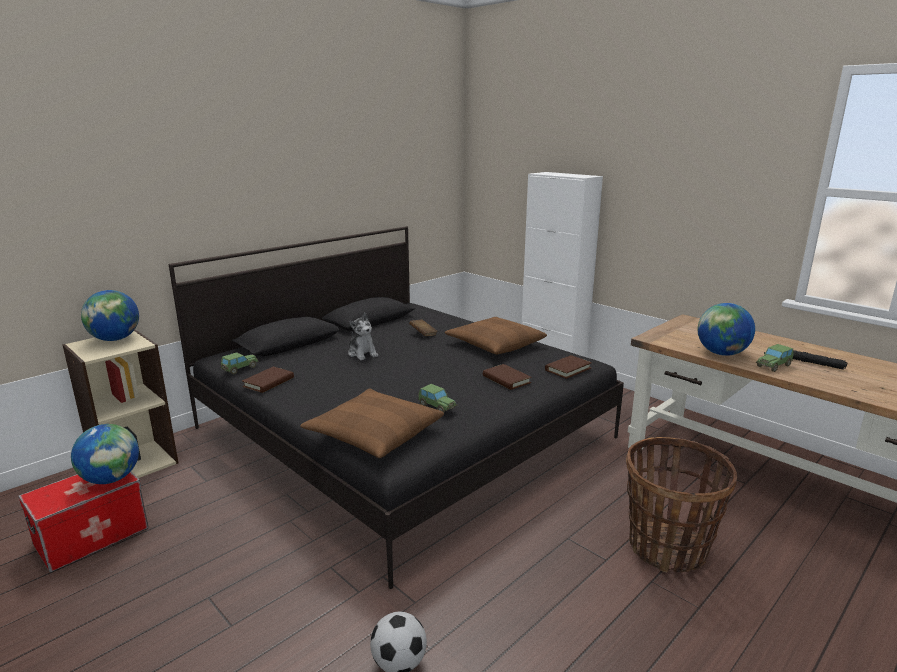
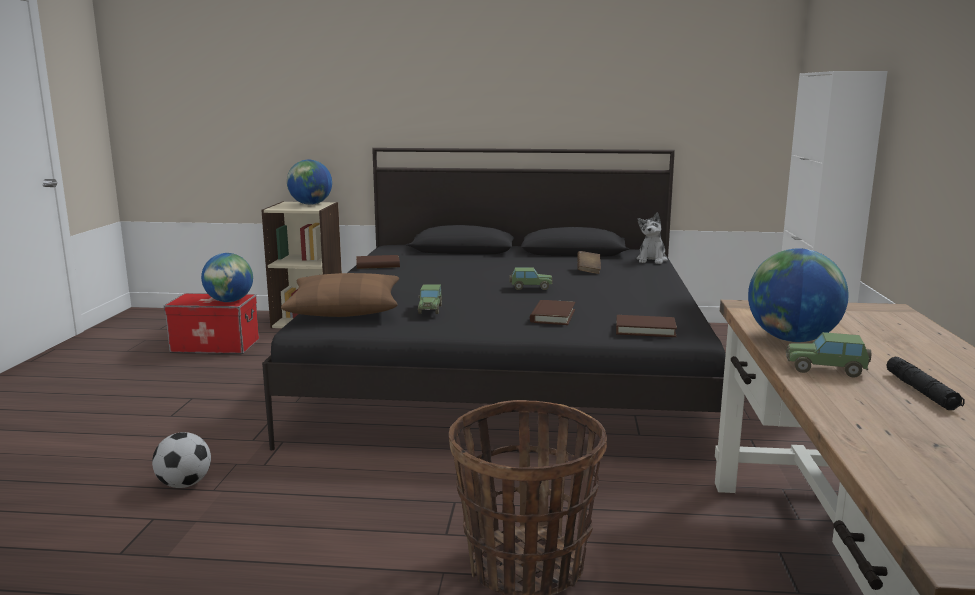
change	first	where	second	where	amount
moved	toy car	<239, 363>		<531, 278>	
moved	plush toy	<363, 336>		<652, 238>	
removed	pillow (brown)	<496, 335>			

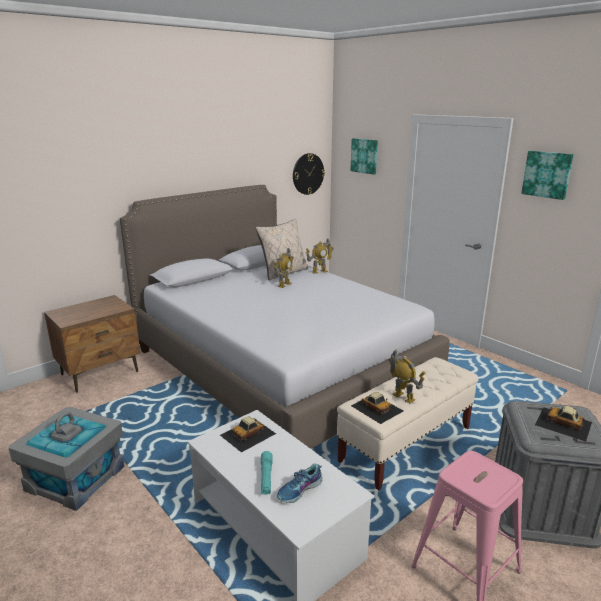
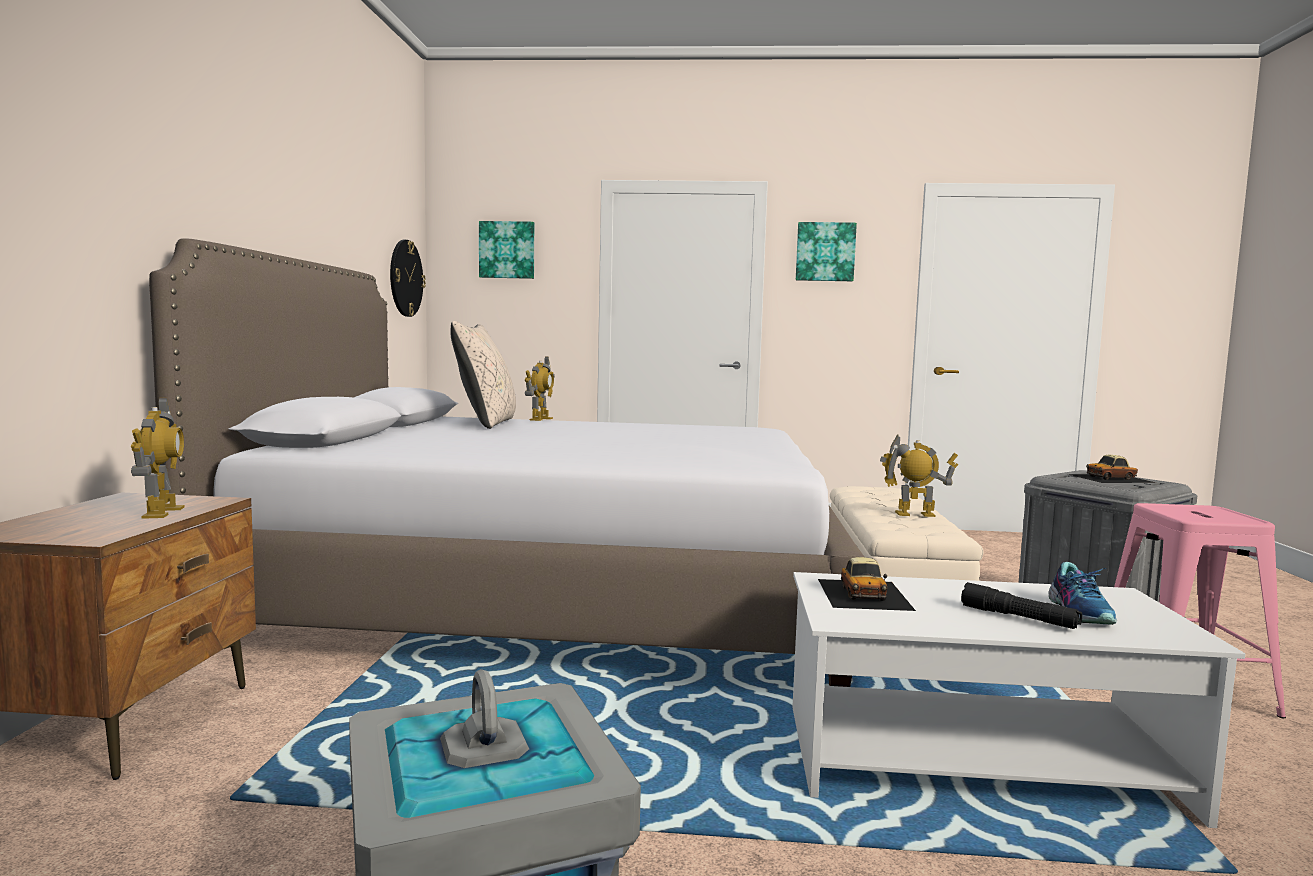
change	first	where	second	where	amount
moved	toy robot	<284, 268>		<158, 458>	
recoloured	flashlight (turquoise)	<267, 473>	flashlight (black)	<1021, 605>	
removed	toy car	<377, 408>			

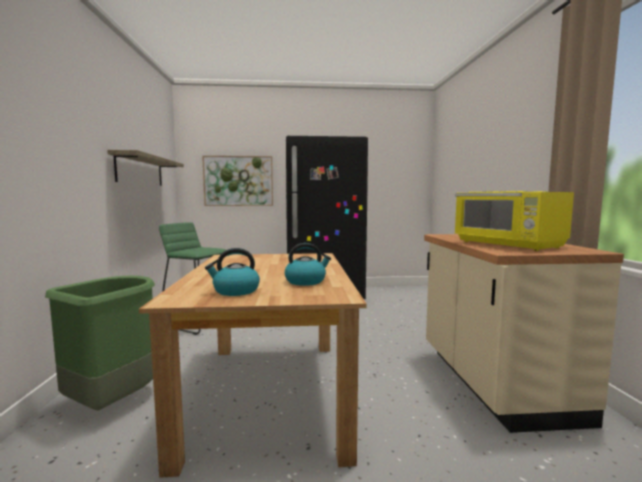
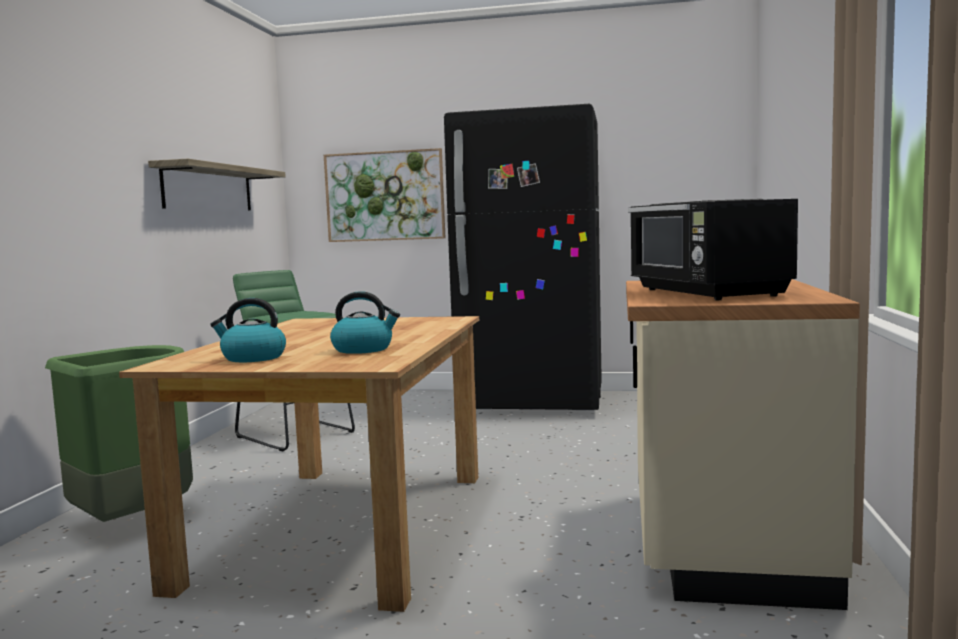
change	first	where	second	where	amount
recoloured	microwave (yellow)	<514, 221>	microwave (black)	<713, 249>	

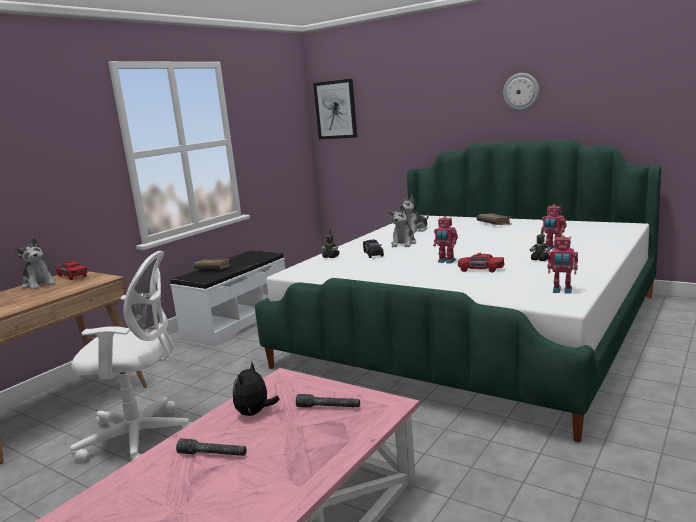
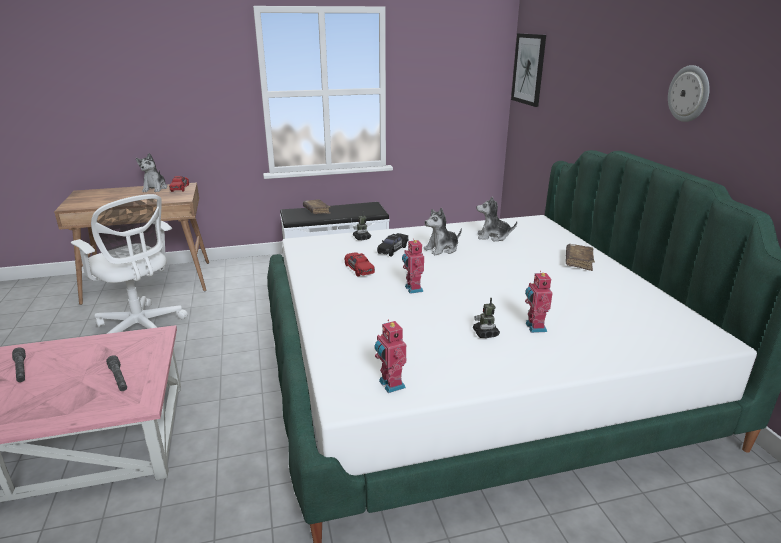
change	first	where	second	where	amount
moved	toy car (red)	<481, 263>		<359, 265>	
removed	plush toy	<256, 389>			

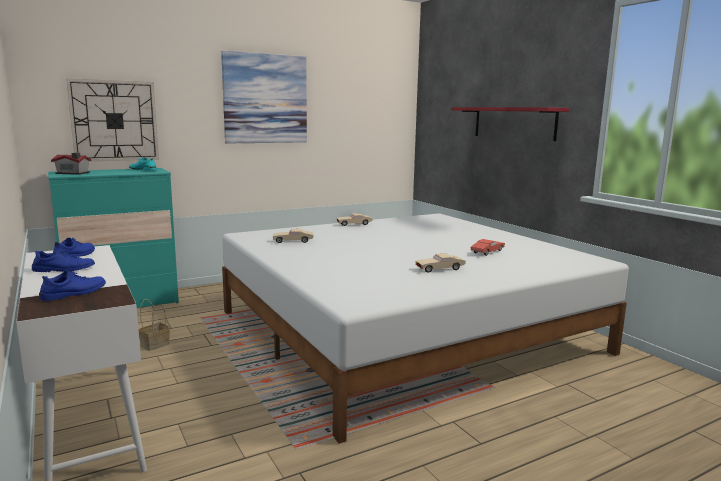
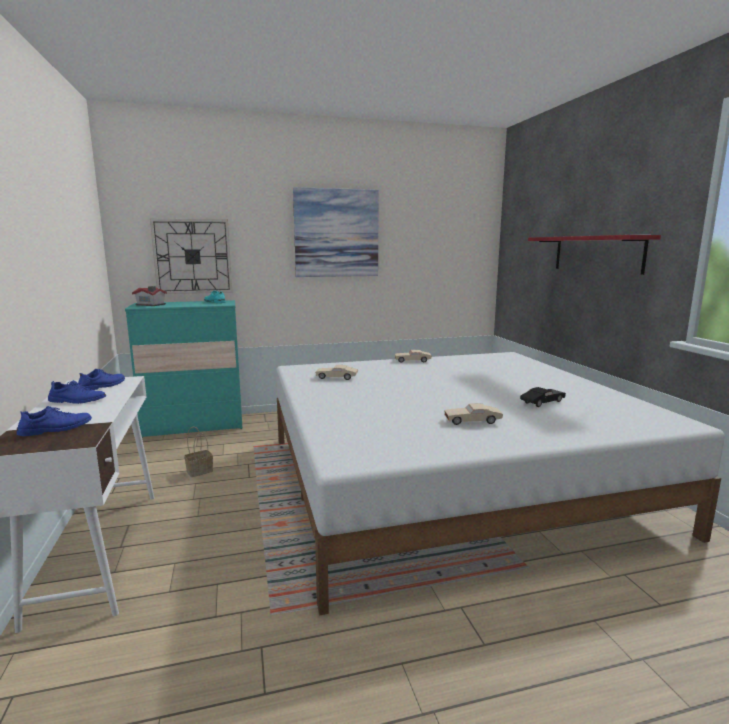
change	first	where	second	where	amount
recoloured	toy car (red)	<488, 247>	toy car (black)	<543, 397>	

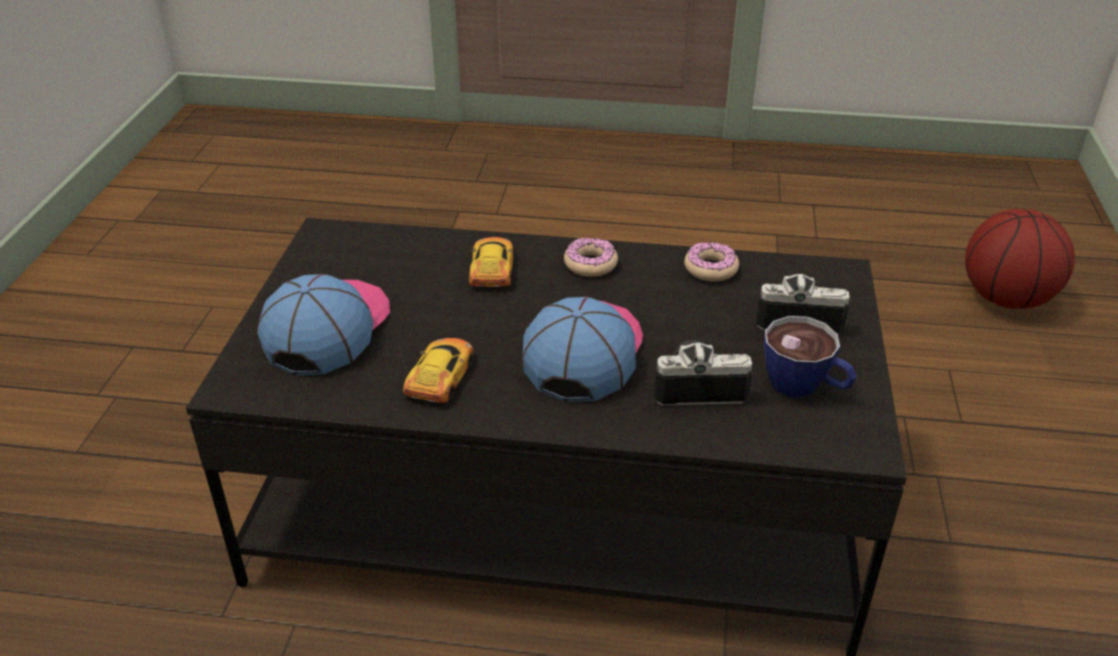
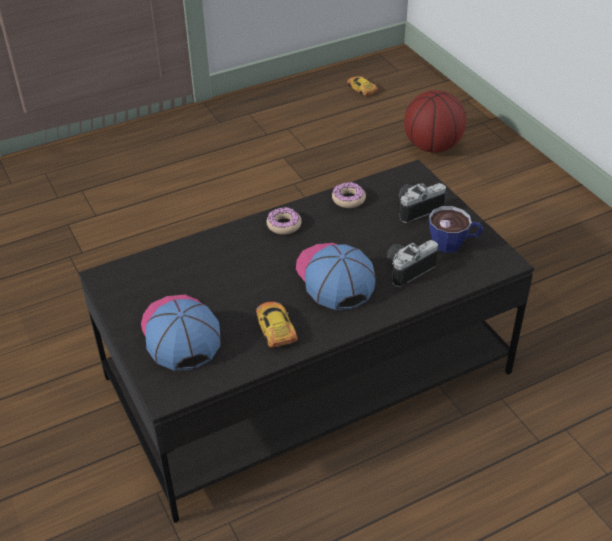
change	first	where	second	where	amount
moved	toy car	<491, 262>		<362, 86>	

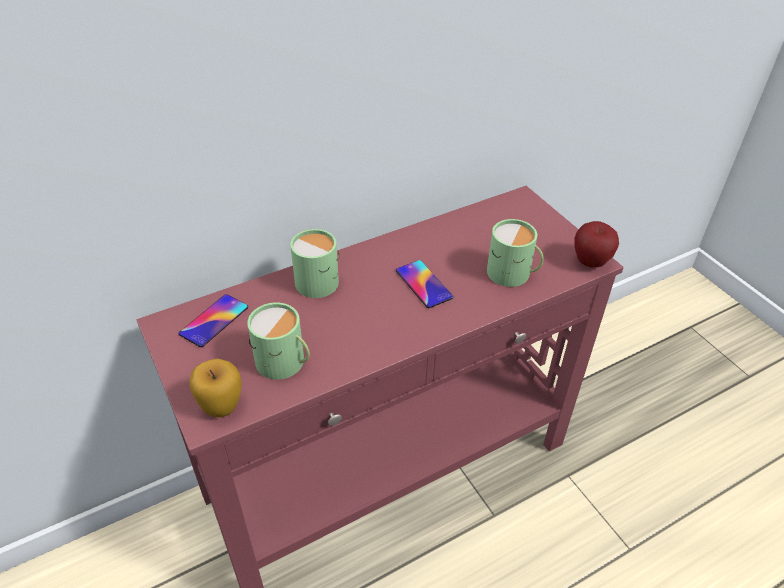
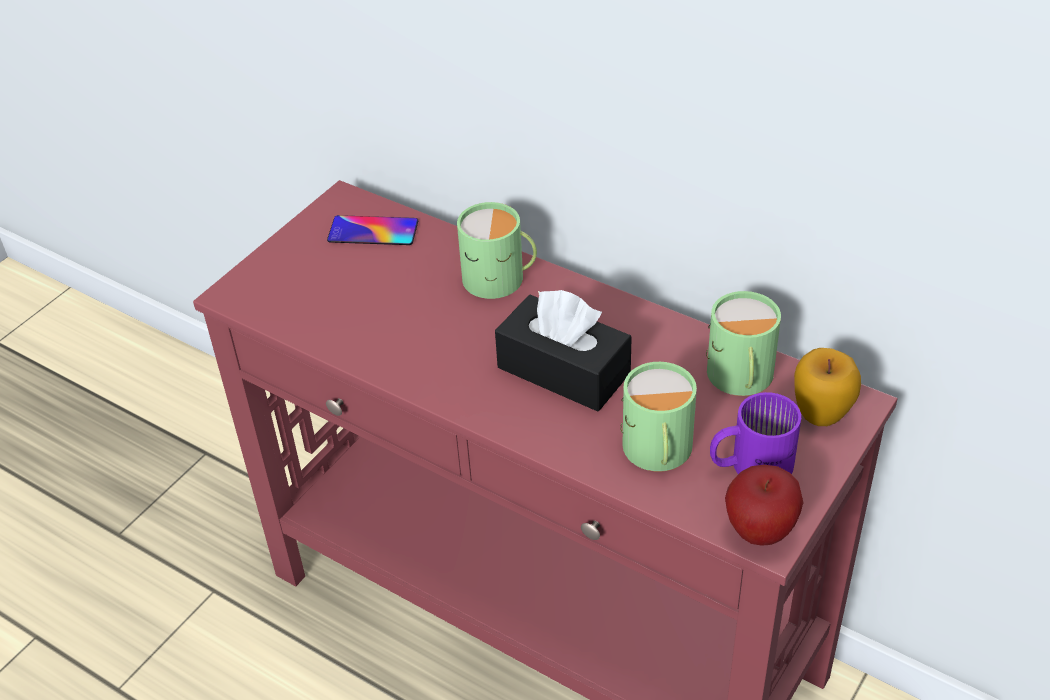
change	first	where	second	where	amount
replaced	phone	<424, 284>	tissue box (black)	<563, 350>	
moved	mug (green)	<278, 341>		<743, 343>	
added			mug (purple)	<755, 433>	
moved	apple	<216, 387>		<827, 387>	

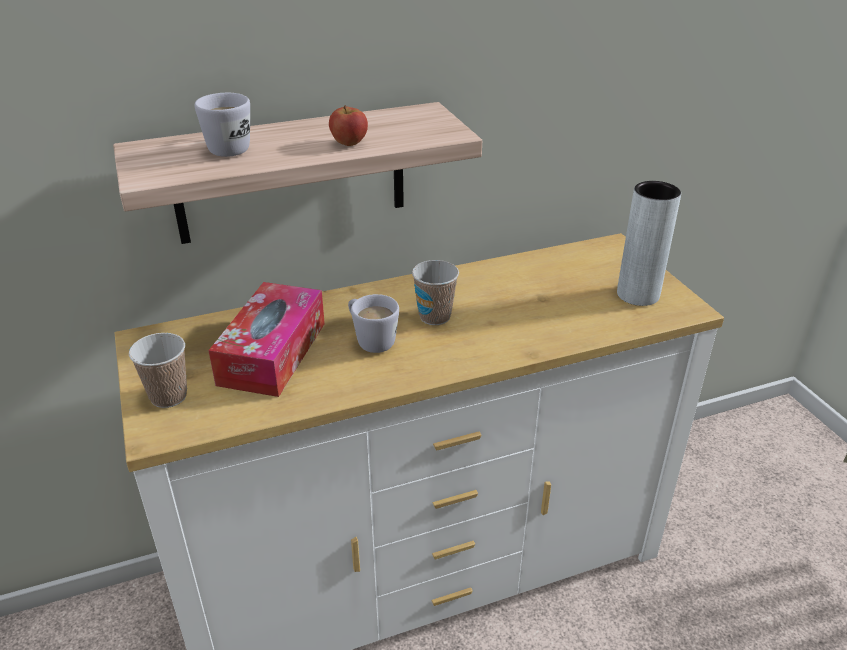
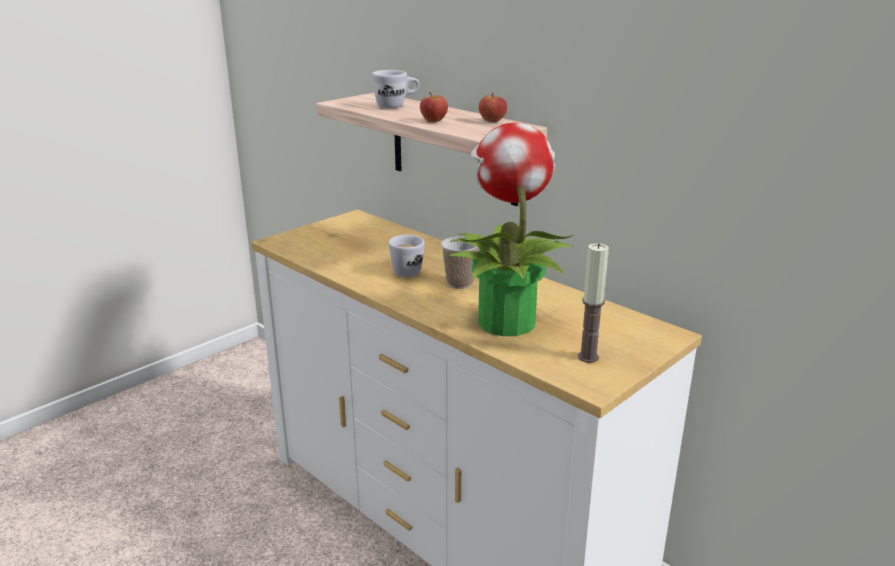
change	first	where	second	where	amount
added			potted plant	<511, 229>	
added			apple	<493, 107>	
replaced	vase (grey)	<649, 243>	candle	<593, 303>	
removed	cup	<158, 370>			
removed	tissue box	<267, 339>			

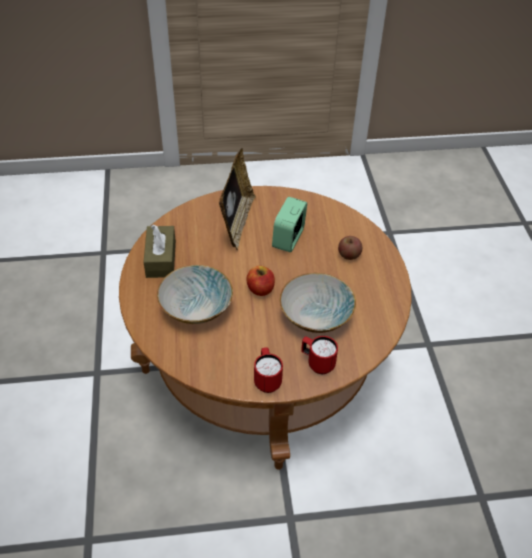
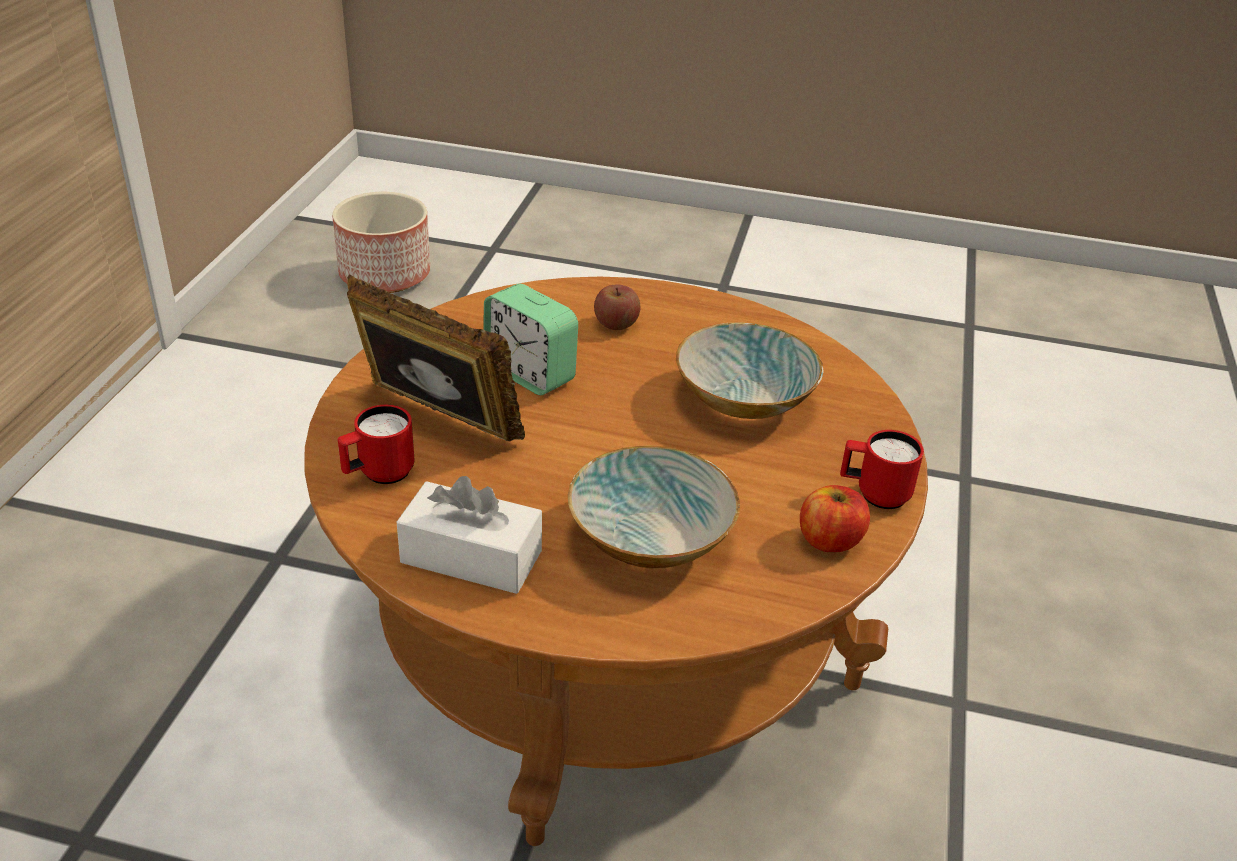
change	first	where	second	where	amount
added			planter	<381, 242>	
moved	mug (red)	<319, 355>		<376, 444>	
recoloured	tissue box (brown)	<160, 251>	tissue box (white)	<469, 535>	
moved	apple	<261, 281>		<835, 519>	

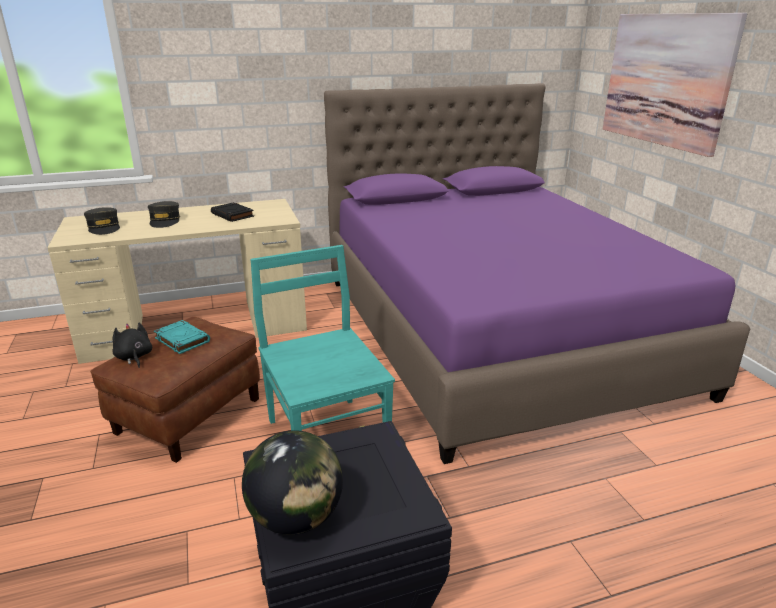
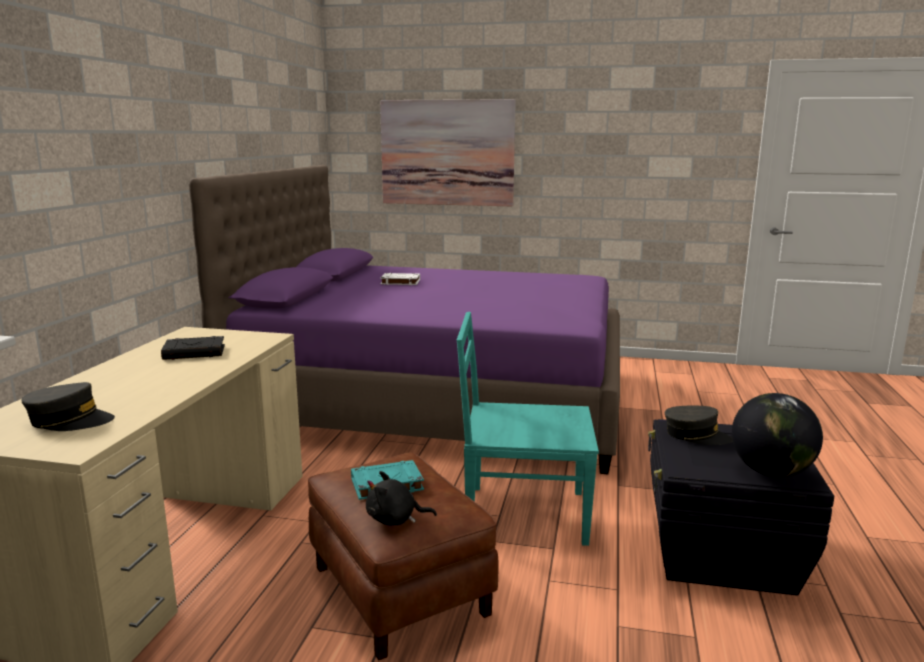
change	first	where	second	where	amount
added			book (white)	<400, 279>	
moved	cap (grey)	<164, 214>		<699, 425>	

